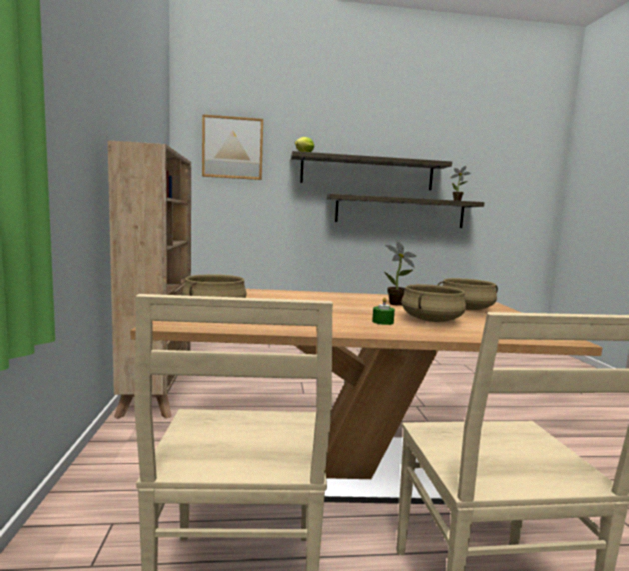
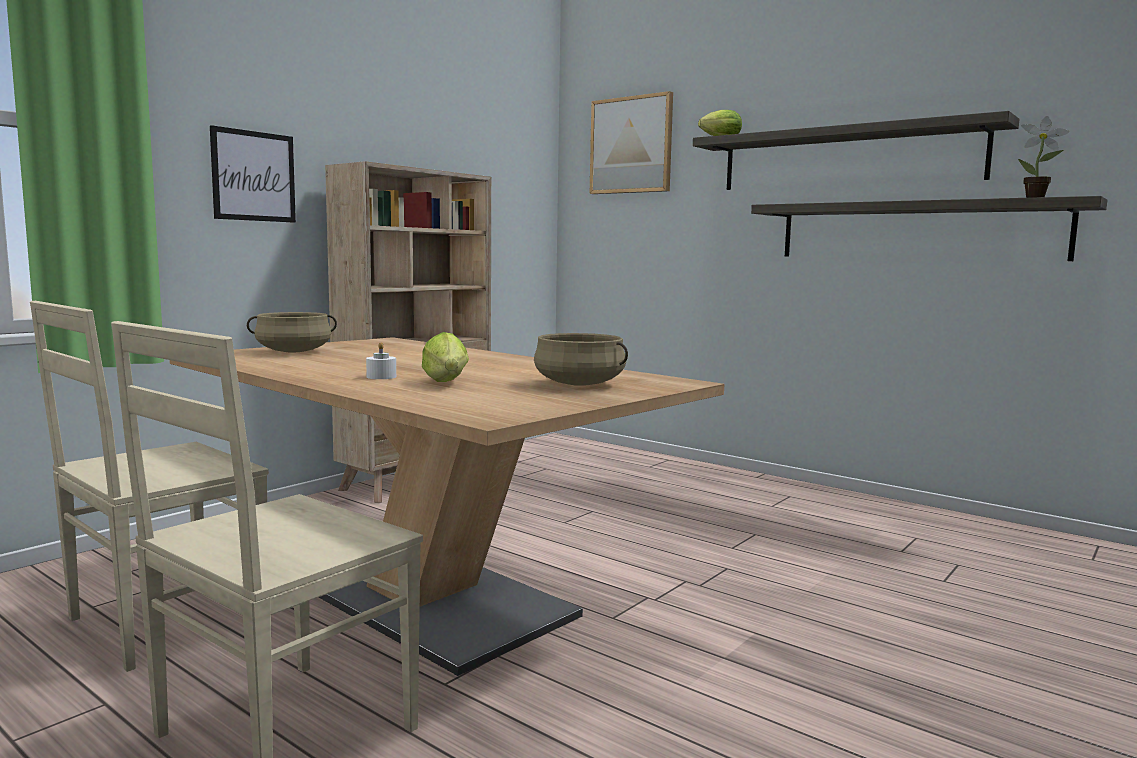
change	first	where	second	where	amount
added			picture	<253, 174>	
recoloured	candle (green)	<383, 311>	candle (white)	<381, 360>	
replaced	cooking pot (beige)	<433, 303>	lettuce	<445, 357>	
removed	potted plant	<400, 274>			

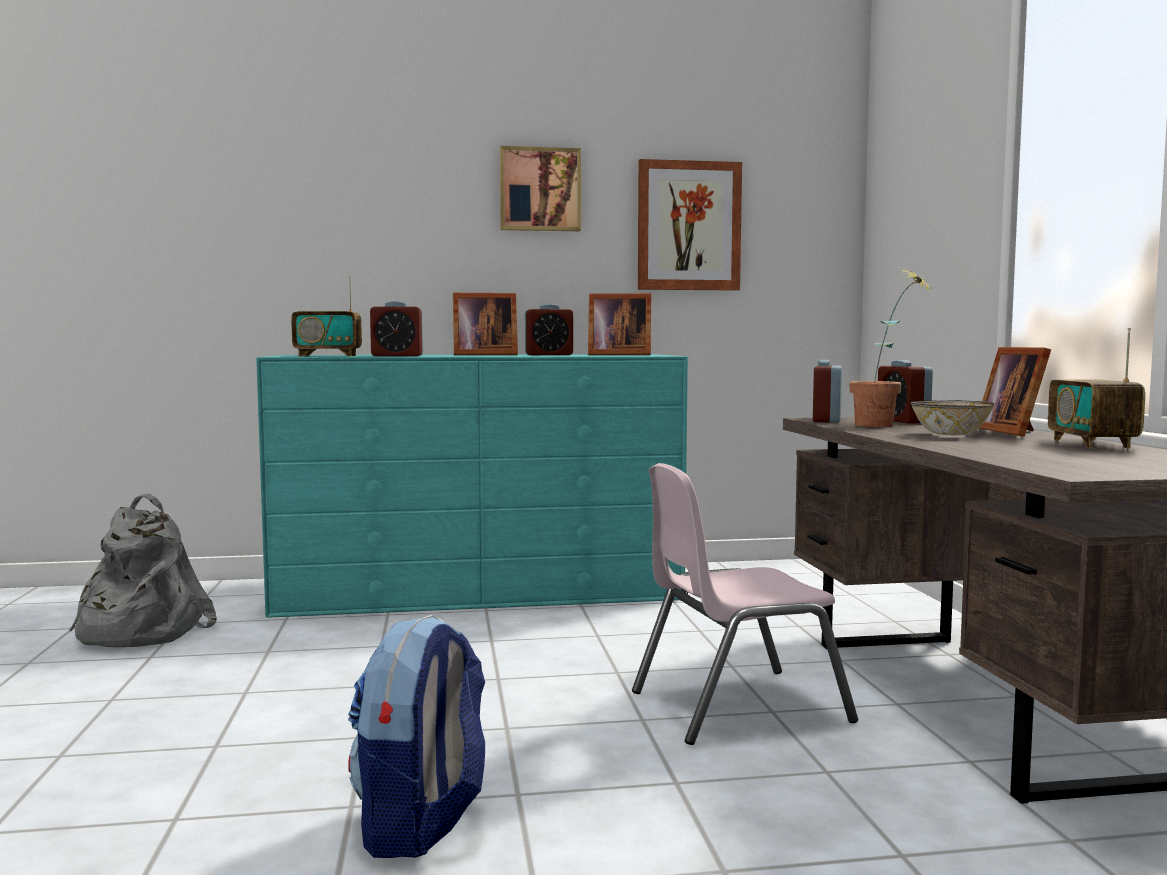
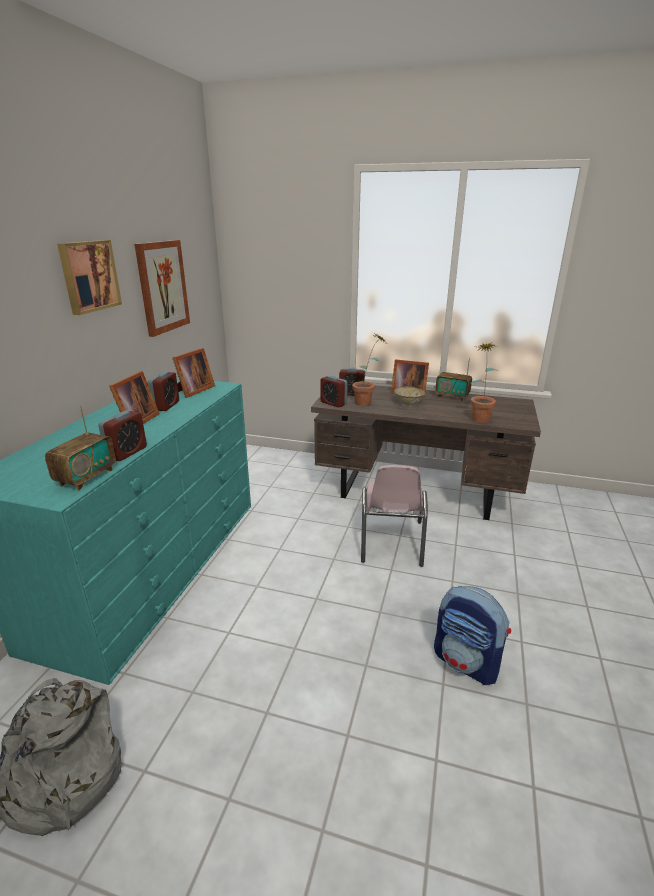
change	first	where	second	where	amount
added			potted plant	<485, 383>	

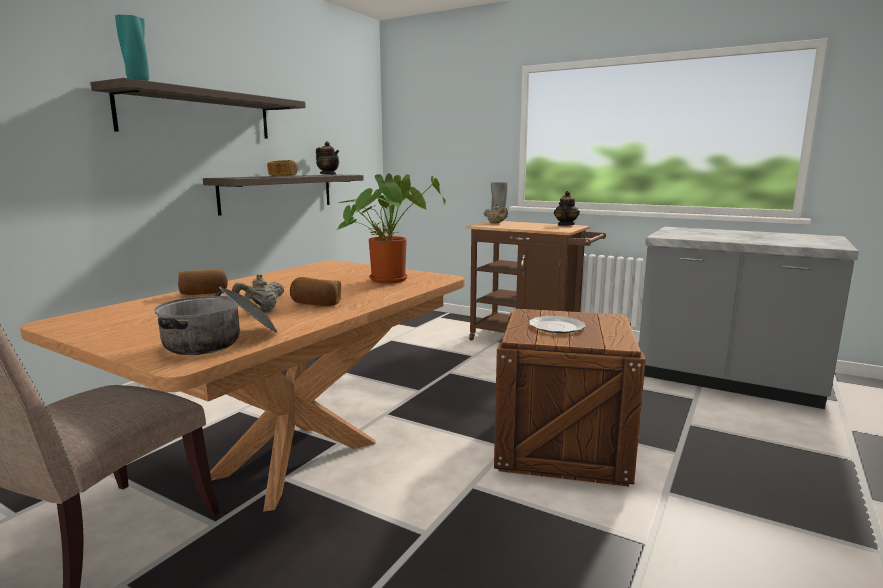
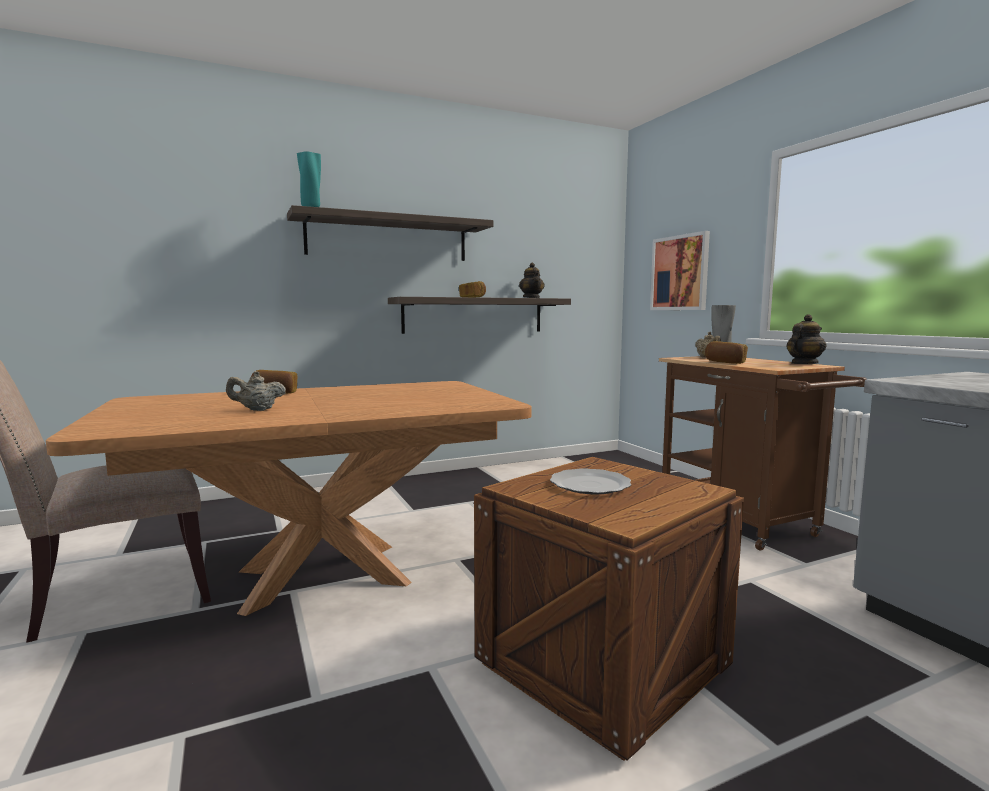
change	first	where	second	where	amount
added			picture	<680, 270>	
moved	bread	<315, 291>		<726, 352>	
removed	cooking pot	<216, 321>			
removed	potted plant	<391, 228>			

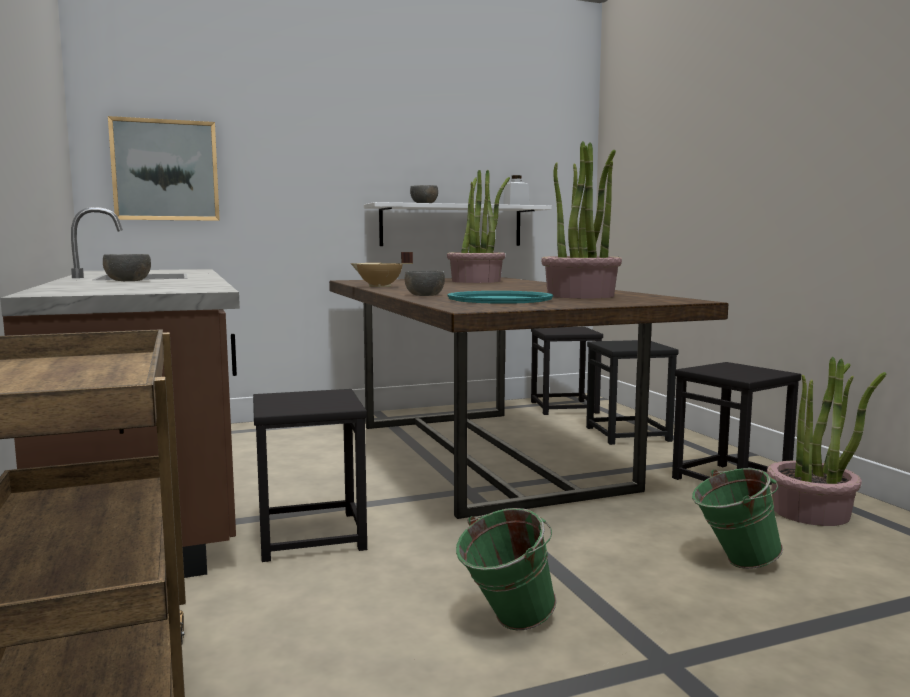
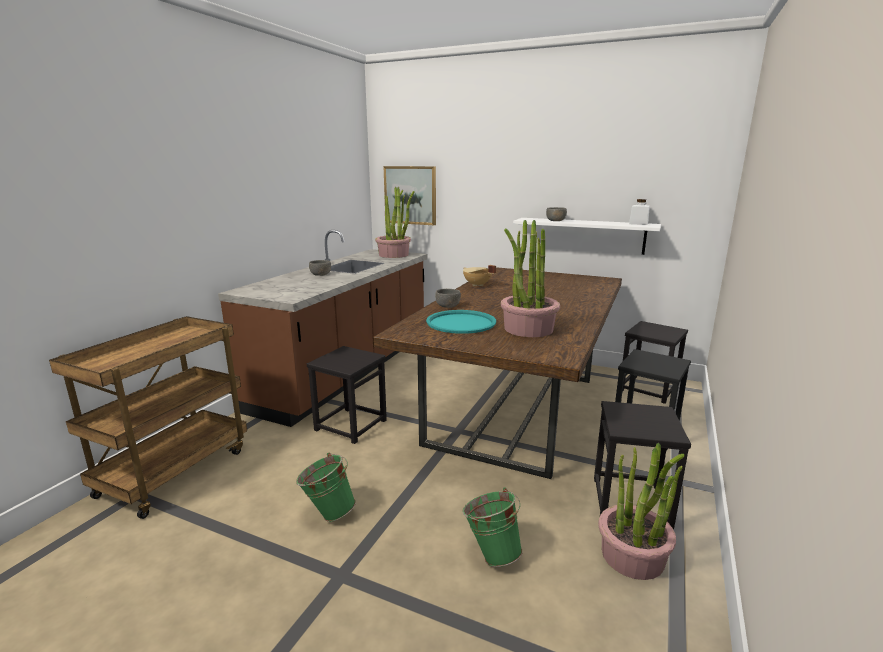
change	first	where	second	where	amount
moved	potted plant	<478, 226>		<395, 222>	

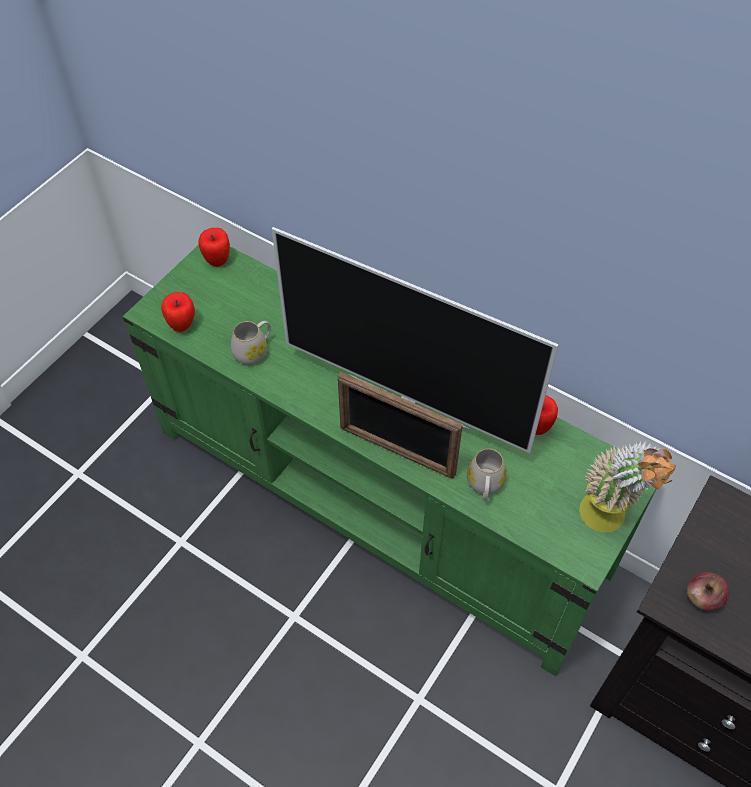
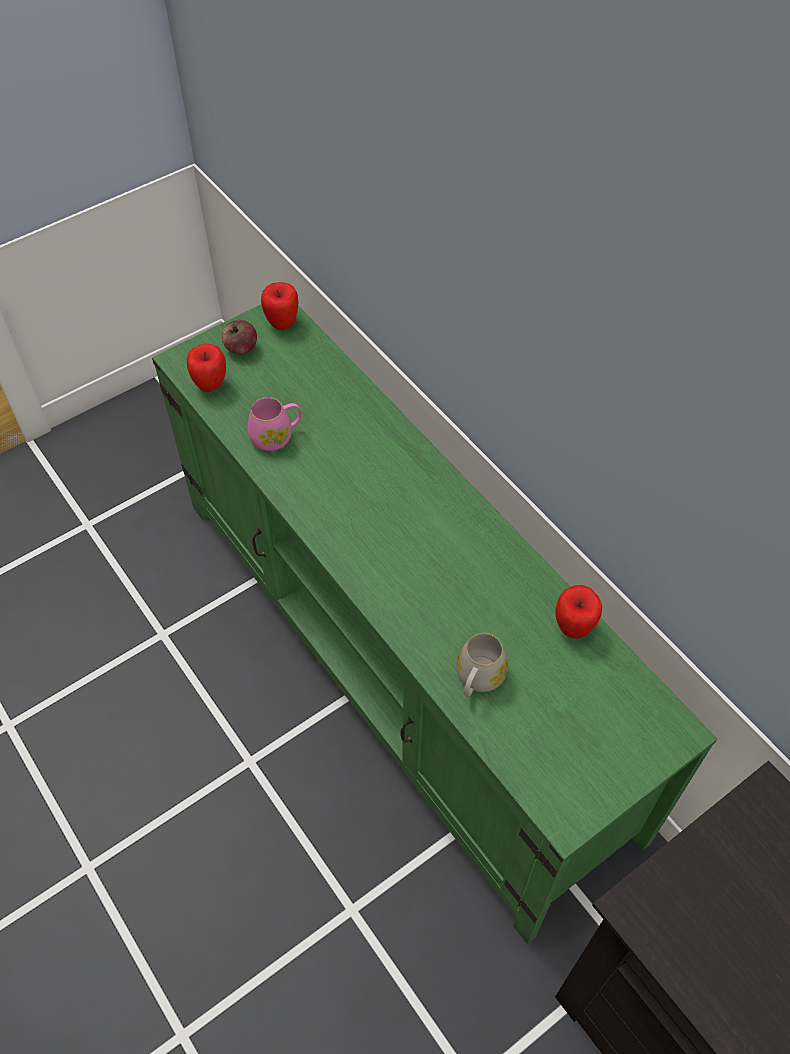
change	first	where	second	where	amount
moved	apple	<708, 591>		<239, 337>	
recoloured	mug (white)	<251, 342>	mug (pink)	<275, 424>	
removed	television	<415, 340>			
removed	picture frame	<400, 425>			
removed	potted plant	<627, 487>			

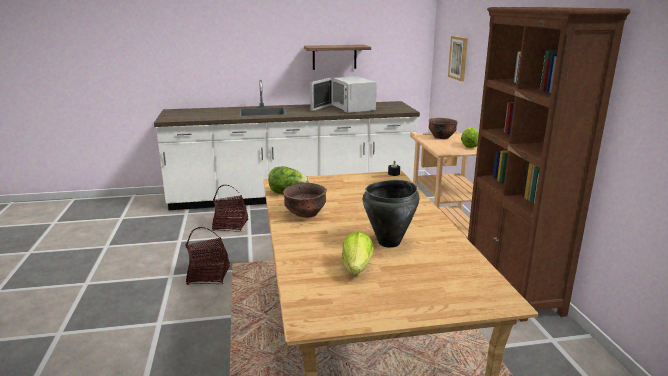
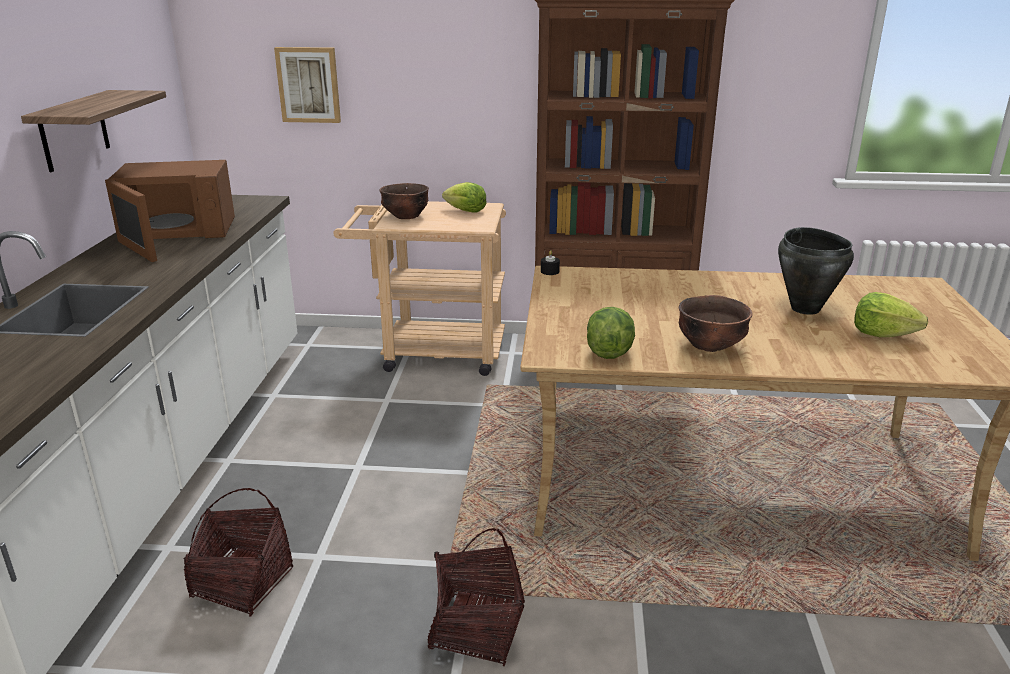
change	first	where	second	where	amount
recoloured	microwave (white)	<343, 94>	microwave (brown)	<170, 211>	

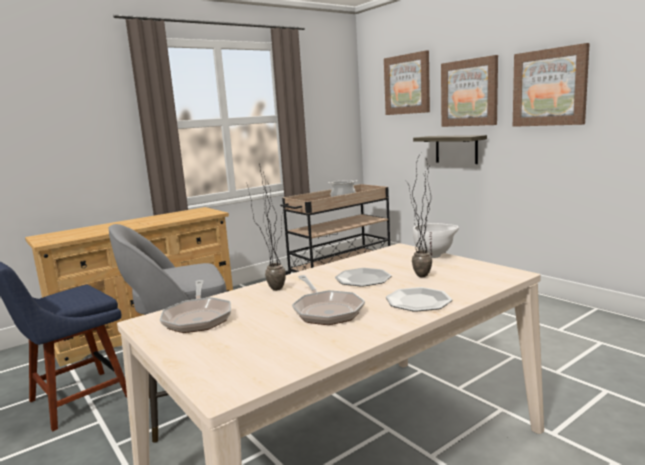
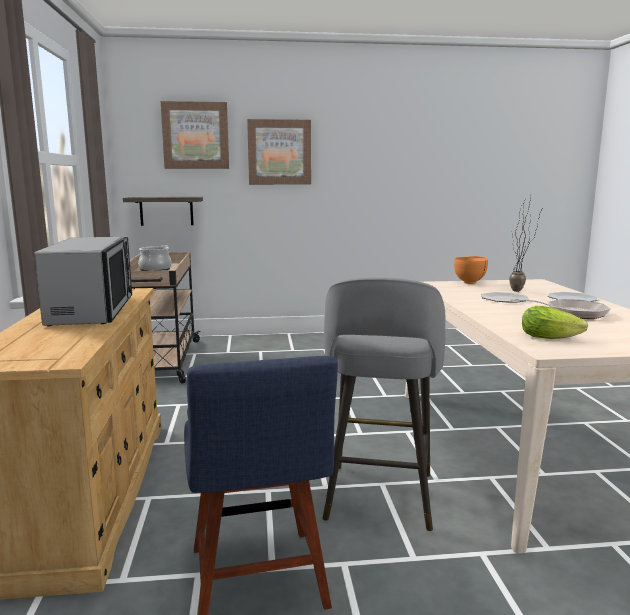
change	first	where	second	where	amount
added			microwave	<83, 281>	
moved	shelf	<450, 149>		<163, 211>	
recoloured	bowl (white)	<436, 240>	bowl (orange)	<471, 270>	
replaced	frying pan	<195, 306>	lettuce	<555, 322>	
removed	potted plant	<266, 227>			
removed	picture	<551, 85>			

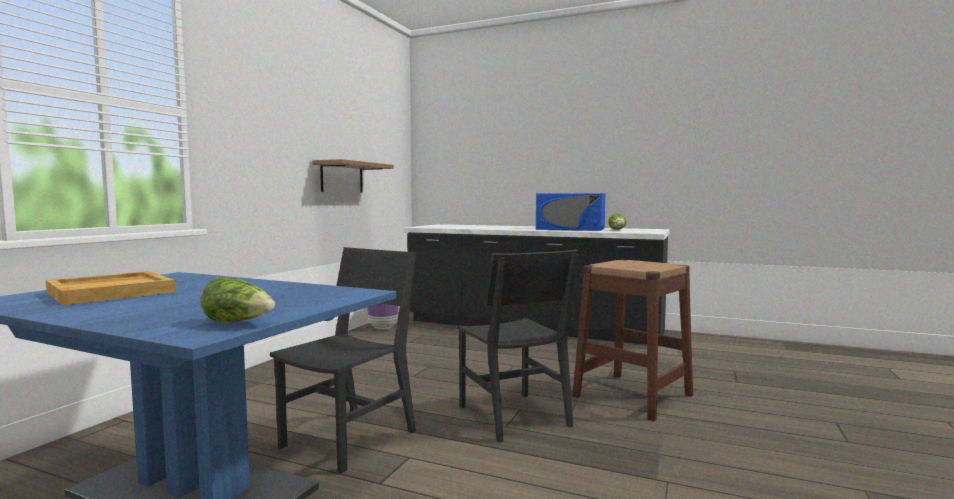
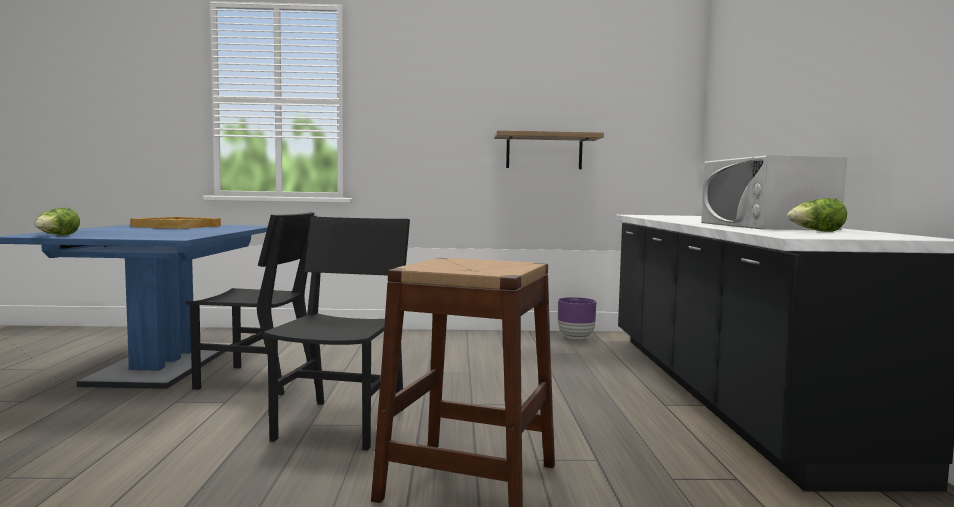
change	first	where	second	where	amount
turned	chair (black)	<517, 346>		<336, 333>	150 degrees clockwise
recoloured	microwave (blue)	<570, 212>	microwave (white)	<774, 192>	

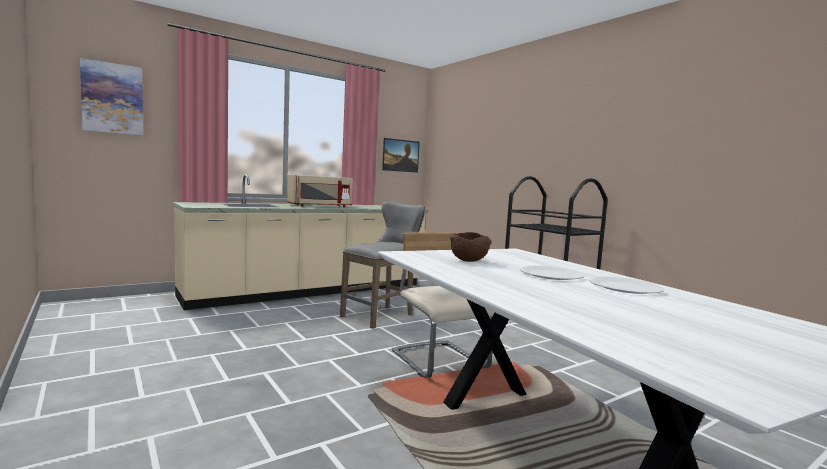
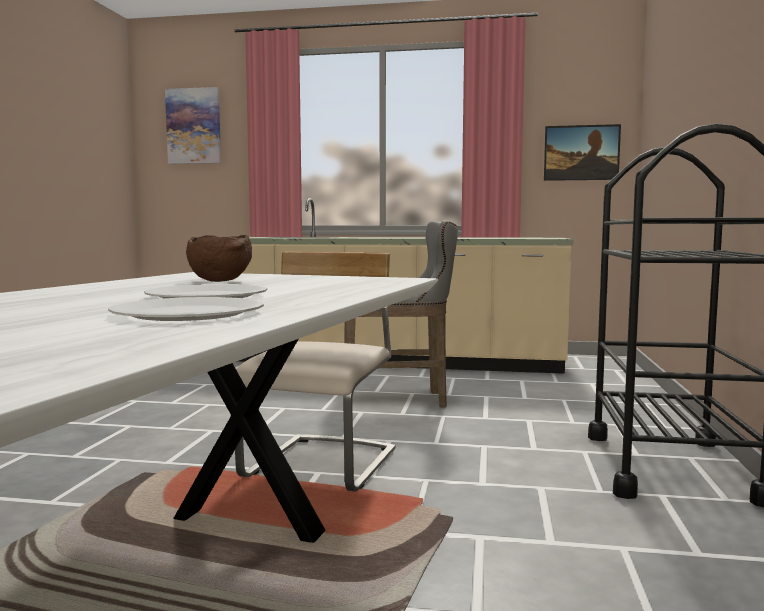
change	first	where	second	where	amount
removed	microwave (beige)	<320, 191>			

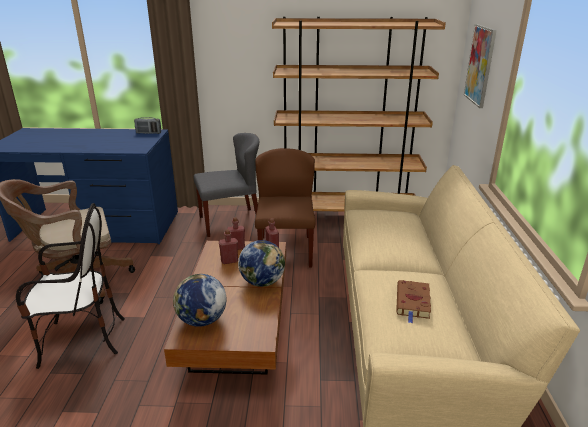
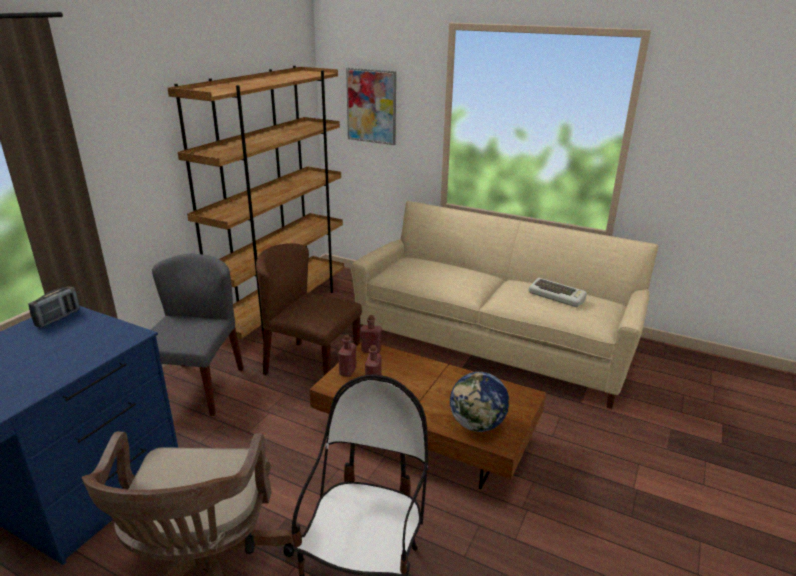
change	first	where	second	where	amount
replaced	book (brown)	<413, 302>	keyboard	<558, 292>	
removed	globe	<261, 263>			

